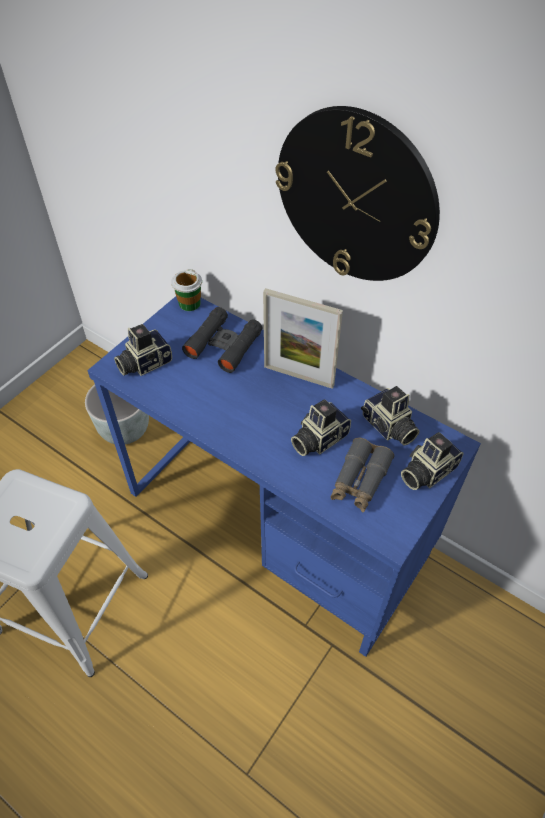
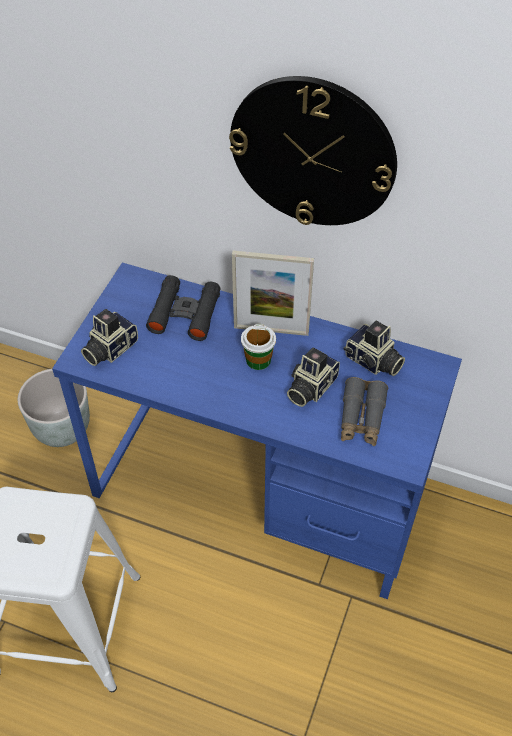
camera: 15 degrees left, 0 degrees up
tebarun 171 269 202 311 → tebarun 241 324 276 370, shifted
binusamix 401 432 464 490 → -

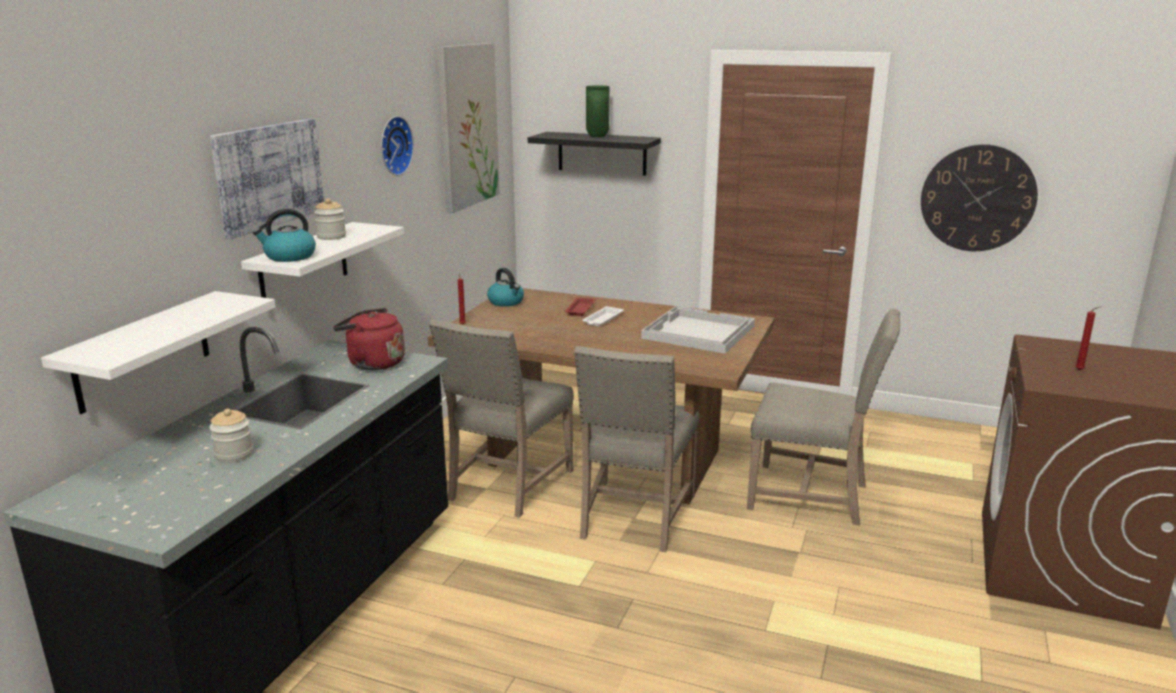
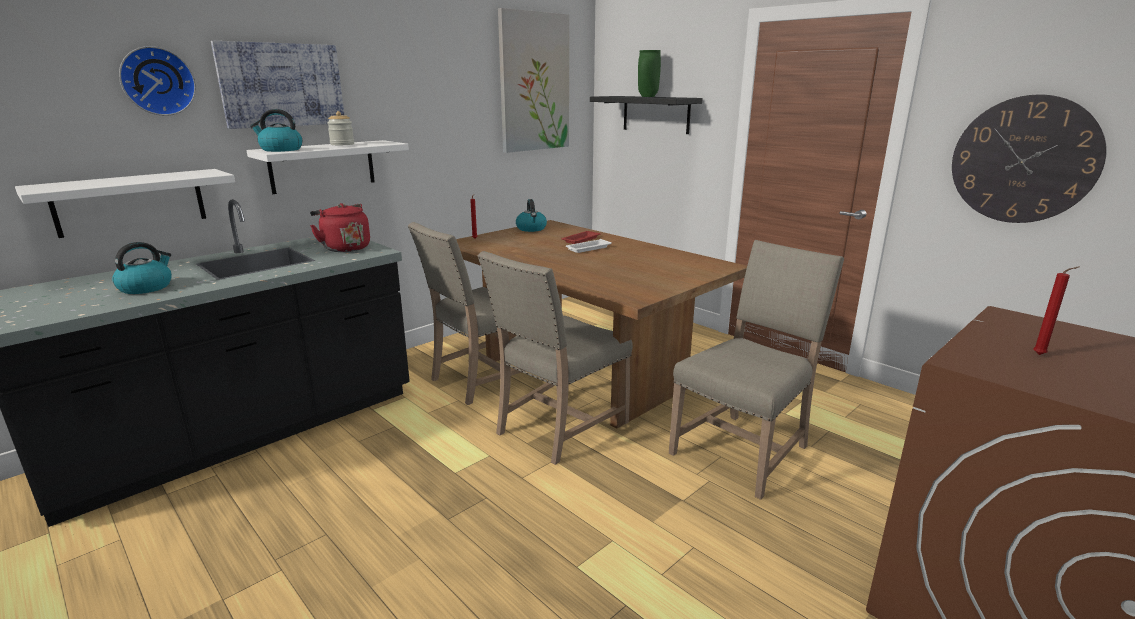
camera: 25 degrees right, 0 degrees up
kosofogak 209 409 253 462 → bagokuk 112 242 172 294
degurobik 381 116 414 176 → degurobik 119 46 196 116, shifted
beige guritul 747 308 900 526 → beige guritul 669 240 844 500, 90 degrees counterclockwise
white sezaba 641 306 755 353 → -

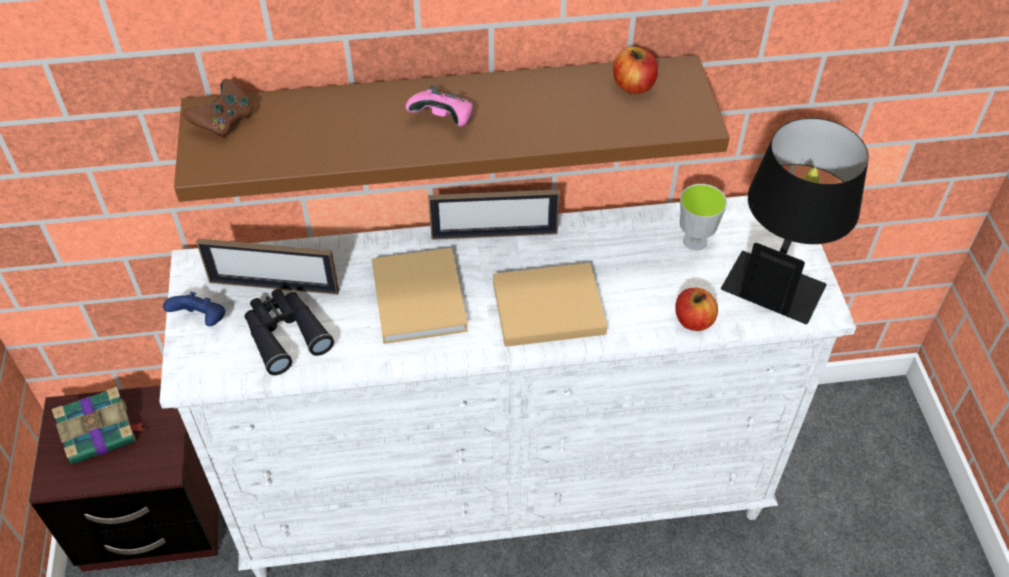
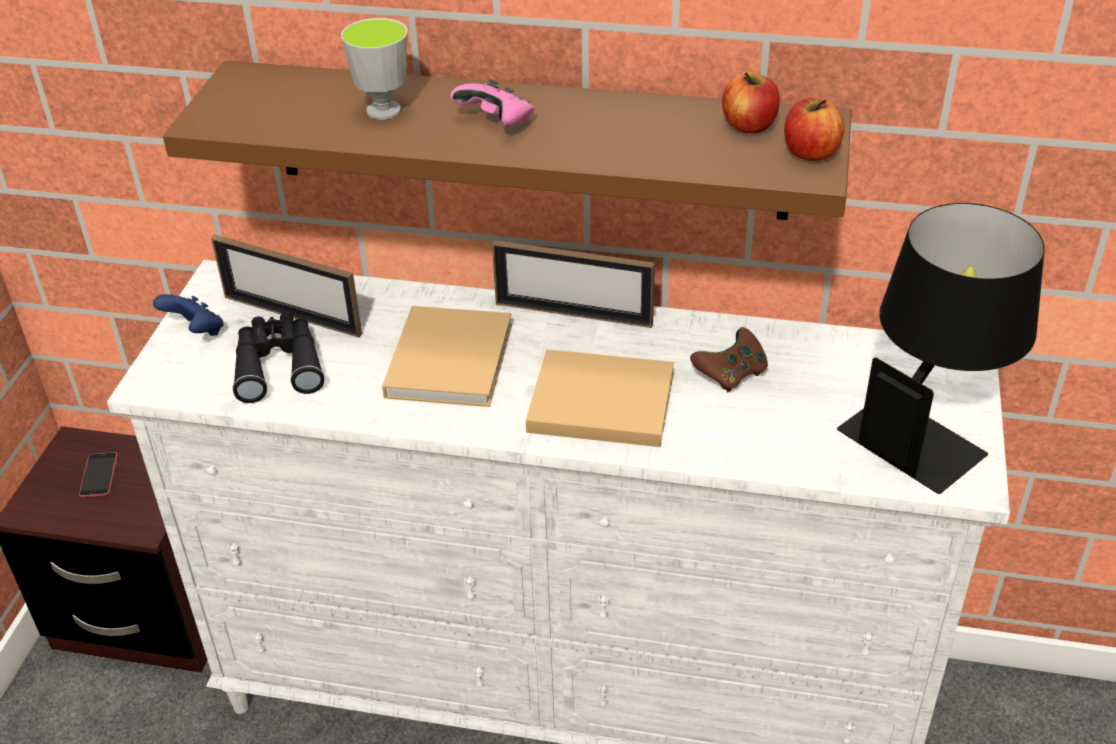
camera: 20 degrees right, 10 degrees down
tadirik 52 387 146 464 → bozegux 79 452 118 497
tebarun 680 184 727 250 → tebarun 341 18 408 120, shifted
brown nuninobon 183 79 253 138 → brown nuninobon 690 327 768 392, shifted
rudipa 675 288 718 331 → rudipa 784 98 844 161, shifted

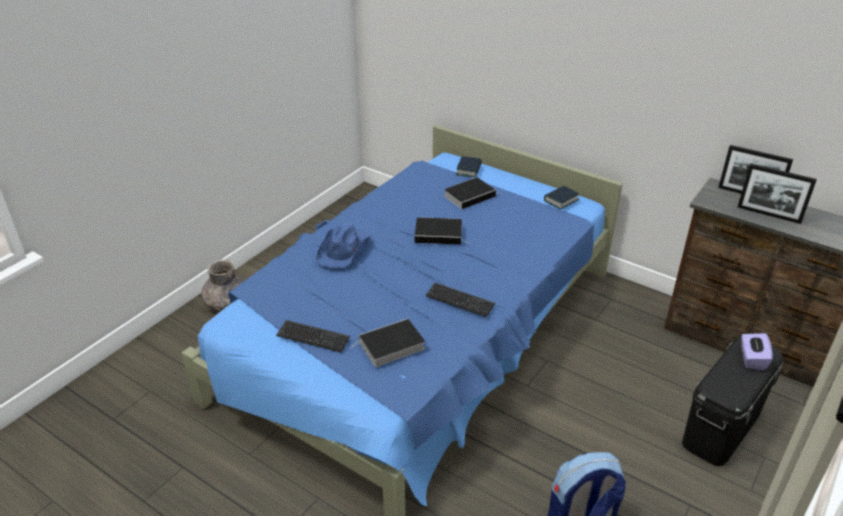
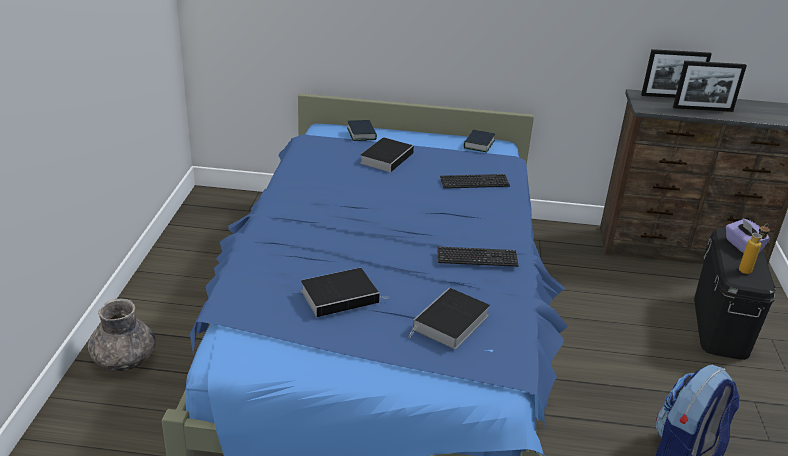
camera: 30 degrees left, 5 degrees down
tadirik 415 217 470 245 → tadirik 301 268 382 317, shifted
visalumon 276 320 350 353 → visalumon 440 174 510 189, shifted
- → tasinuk 739 223 770 274
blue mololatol 315 223 371 267 → -

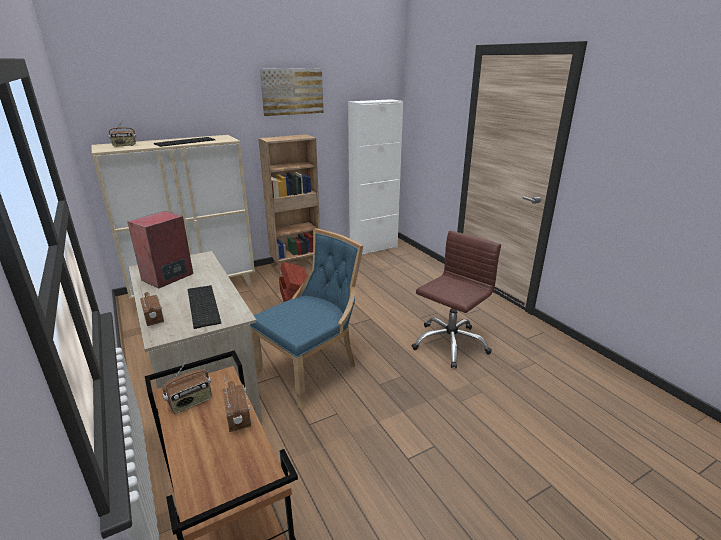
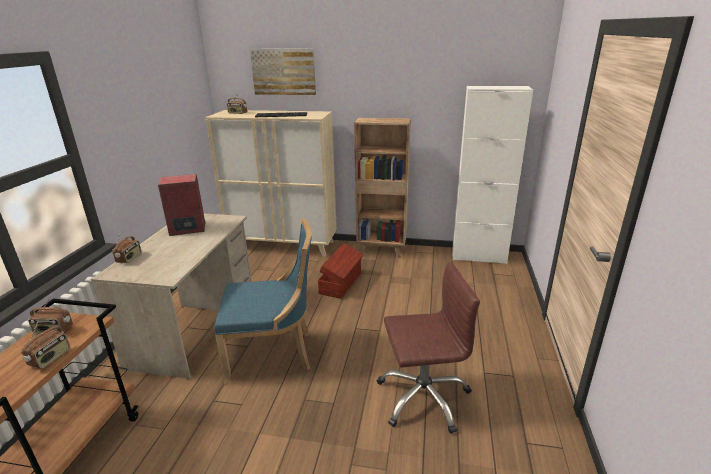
camera: 40 degrees right, 0 degrees up
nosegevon 260 68 323 116 → nosegevon 250 48 316 95, shifted
visalumon 188 285 221 329 → -

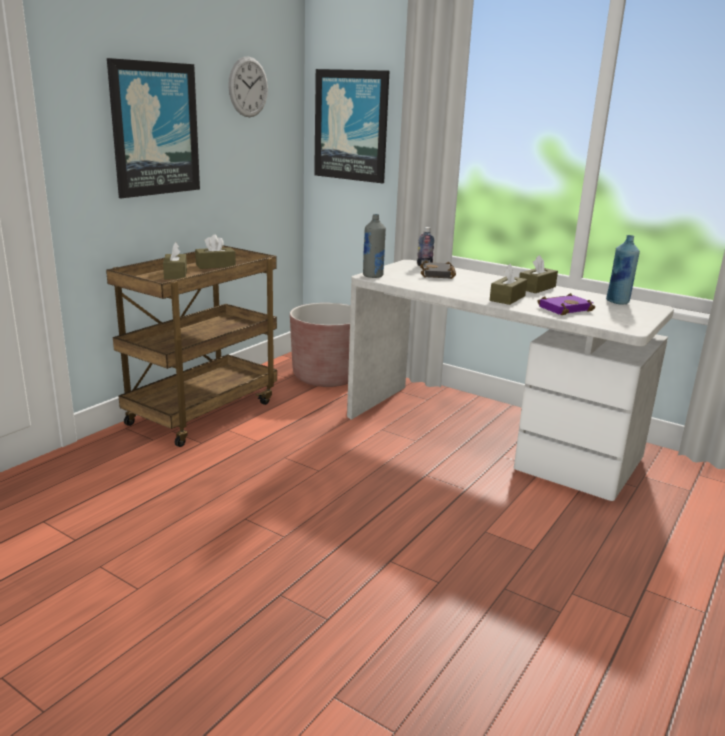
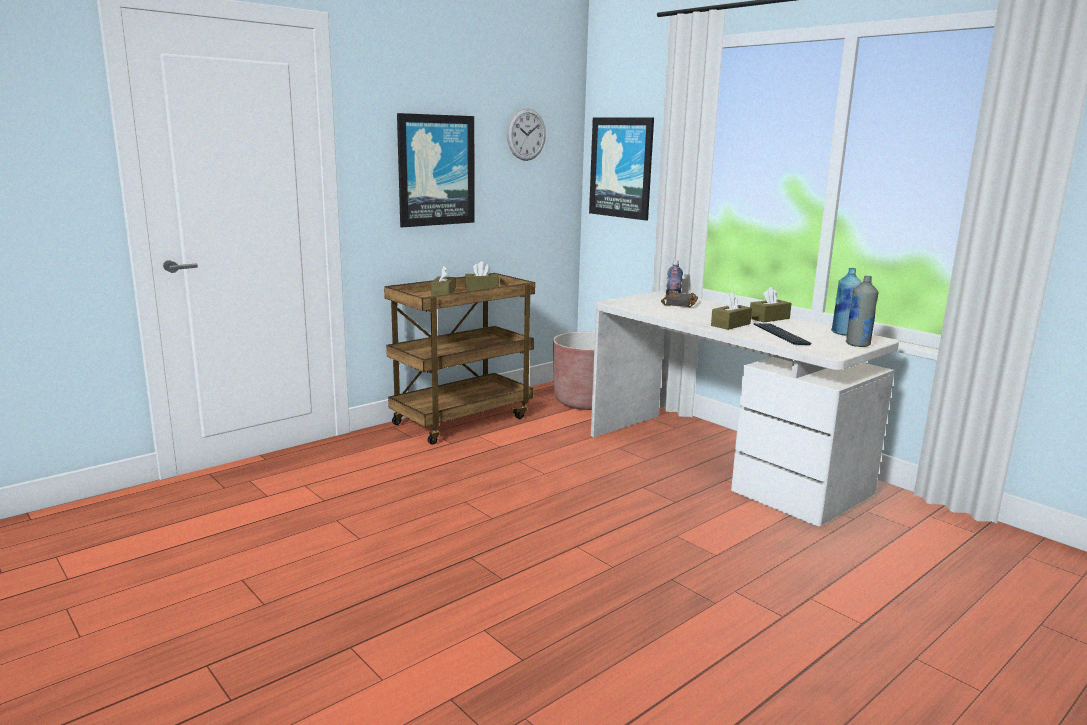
camera: 15 degrees right, 5 degrees down
purple tadirik 538 293 595 315 → visalumon 754 323 811 345
grey tasinuk 363 214 386 278 → grey tasinuk 846 276 878 347, shifted

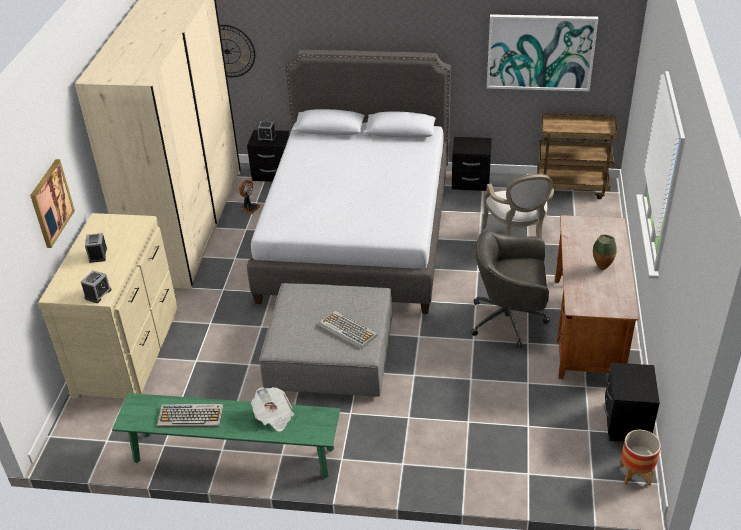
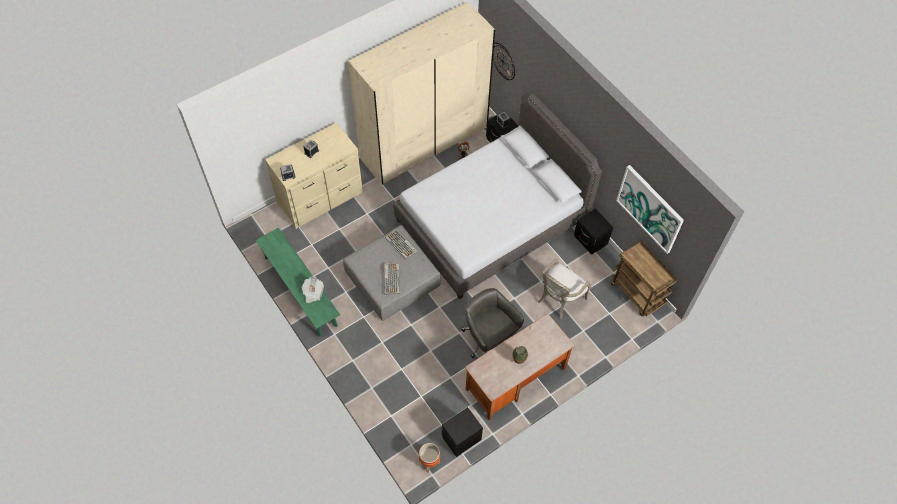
camera: 45 degrees right, 20 degrees up
visalumon 157 404 223 428 → visalumon 385 229 417 259, shifted
nosegevon 30 159 75 248 → -

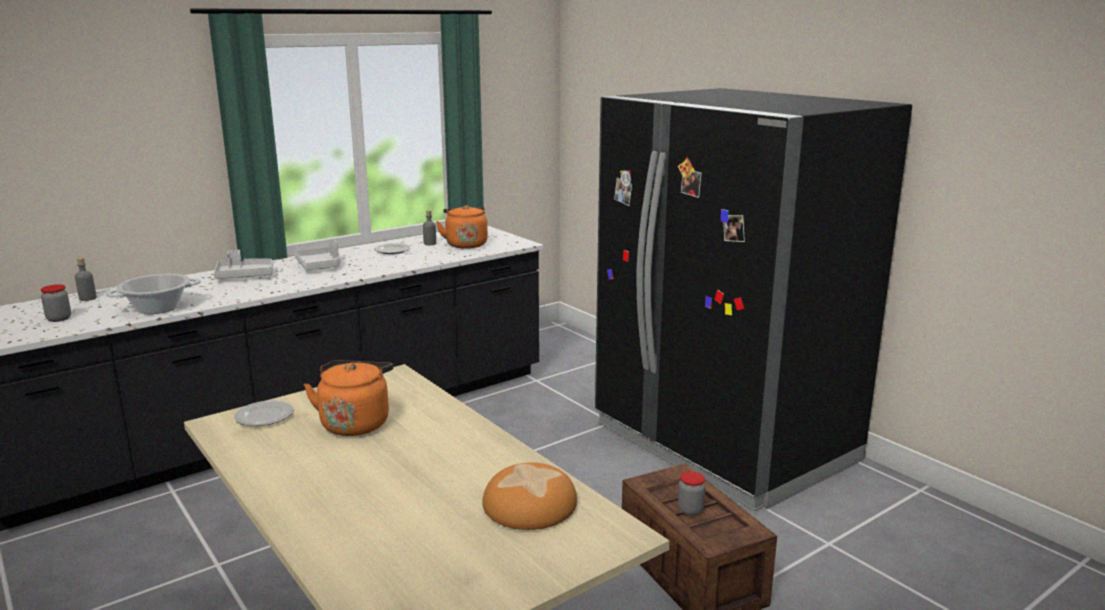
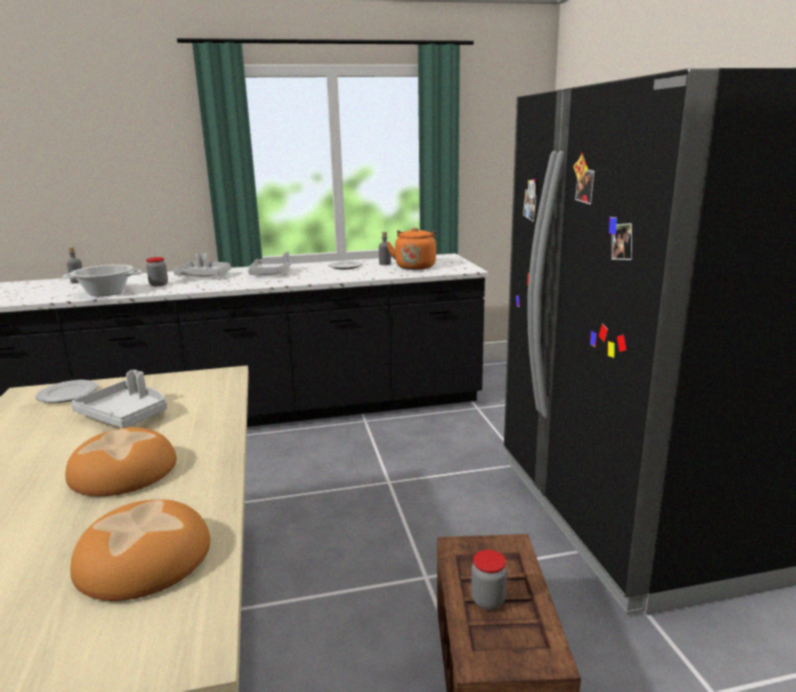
camera: 25 degrees right, 0 degrees up
- → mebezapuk 65 427 176 496
orange bagokuk 304 360 394 436 → grey sezaba 71 370 167 428
kosofogak 40 284 71 322 → kosofogak 146 257 168 286, shifted

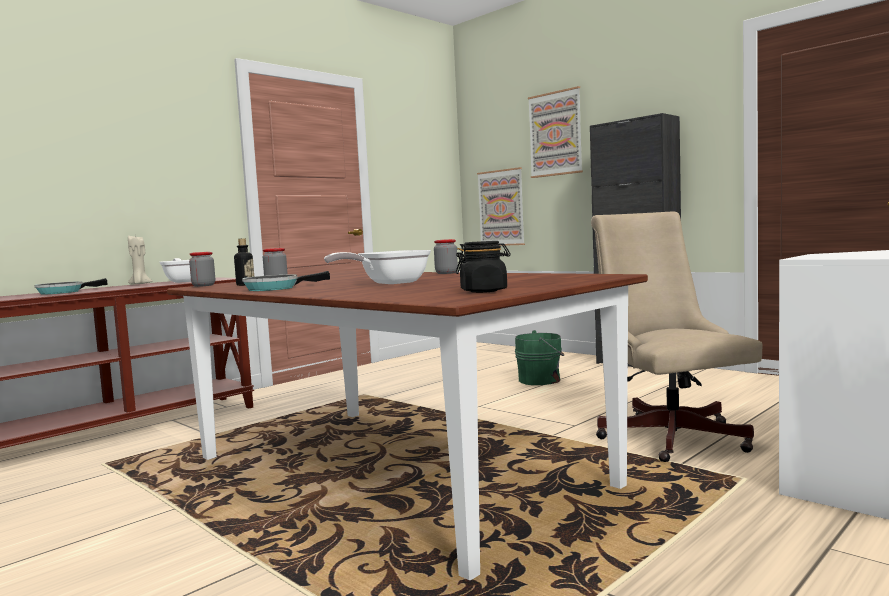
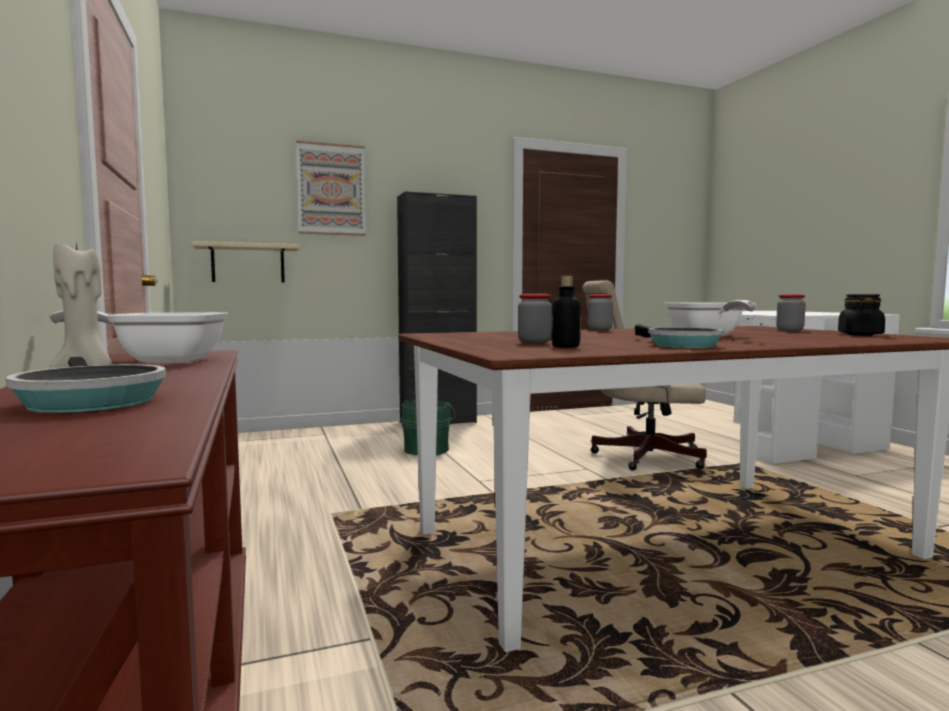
camera: 65 degrees left, 0 degrees up
nosegevon 477 167 525 246 → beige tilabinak 191 241 300 282
kosofogak 189 252 215 287 → kosofogak 776 294 806 332, shifted

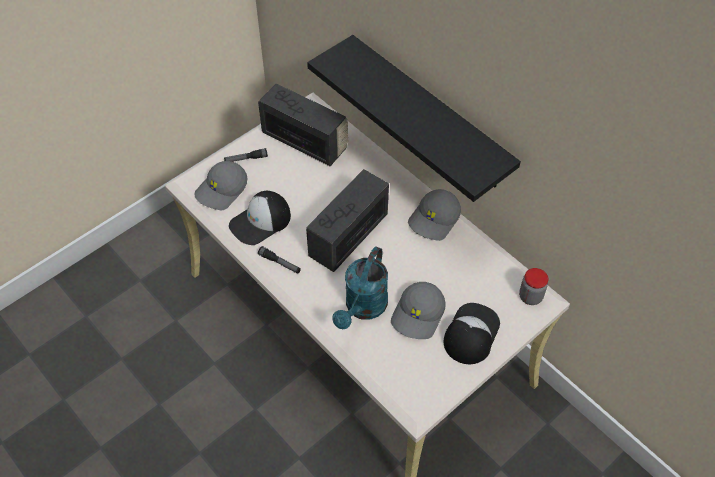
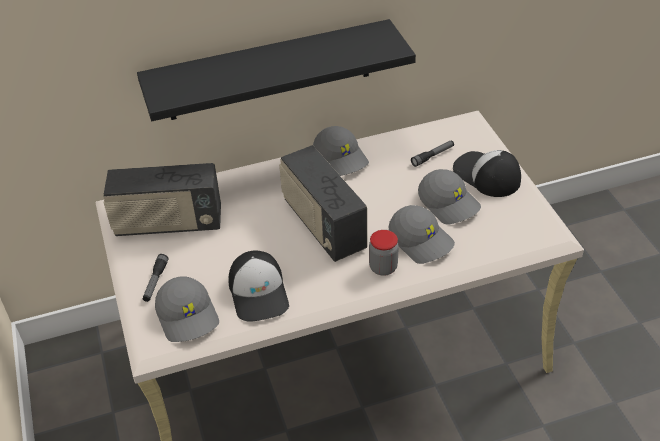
camera: 65 degrees left, 10 degrees down
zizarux 258 84 348 166 → zizarux 103 163 221 236, 150 degrees counterclockwise
kosofogak 519 268 548 305 → kosofogak 369 230 399 276, shifted
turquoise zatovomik 332 247 388 329 → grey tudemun 388 205 455 264
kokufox 258 246 301 274 → kokufox 411 140 454 167, shifted

